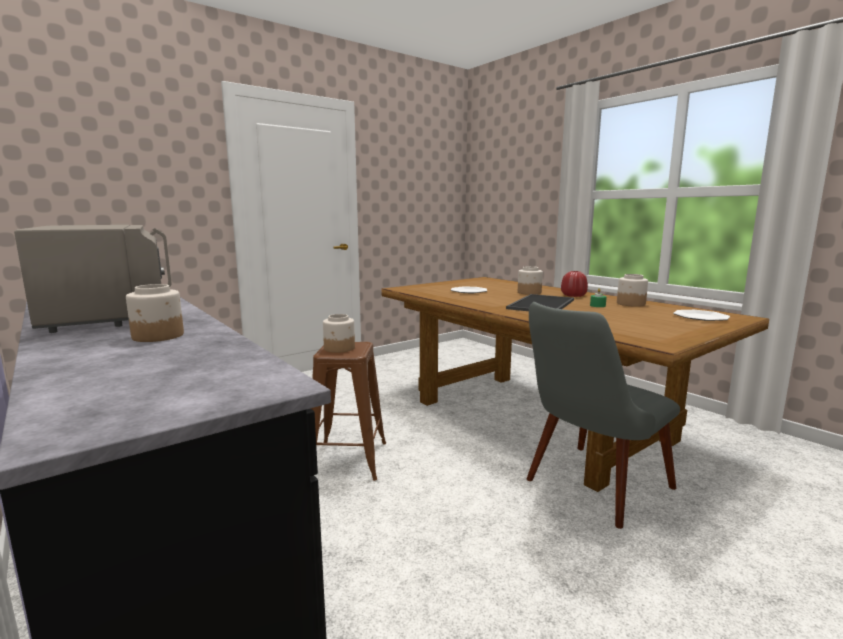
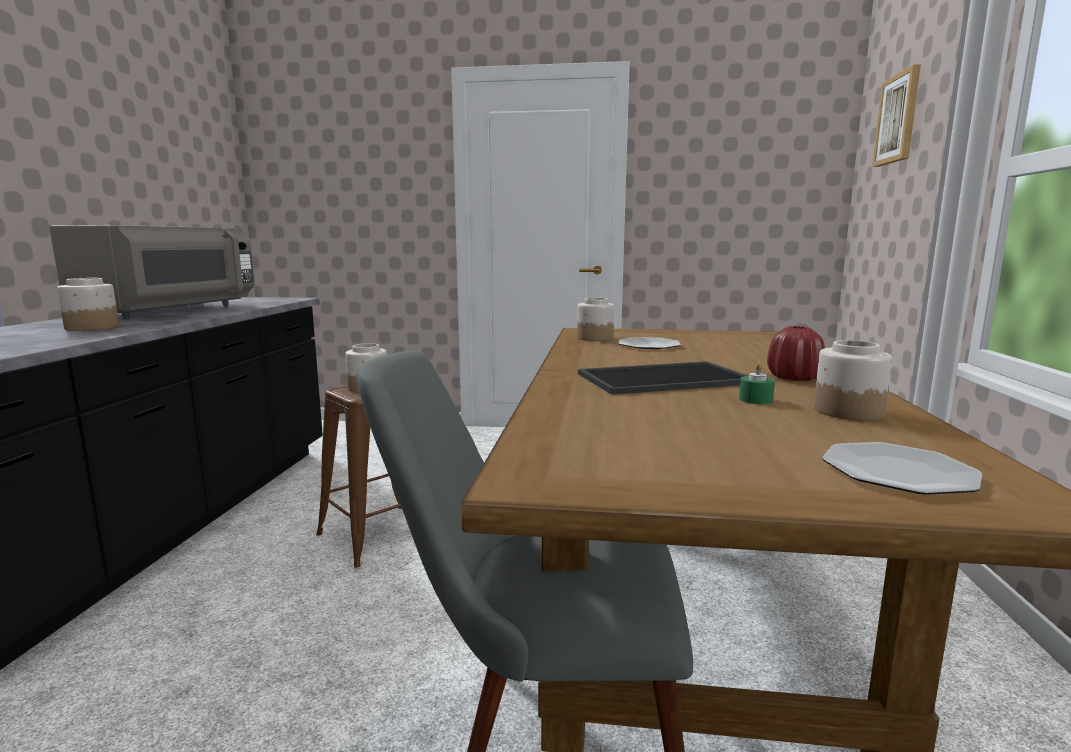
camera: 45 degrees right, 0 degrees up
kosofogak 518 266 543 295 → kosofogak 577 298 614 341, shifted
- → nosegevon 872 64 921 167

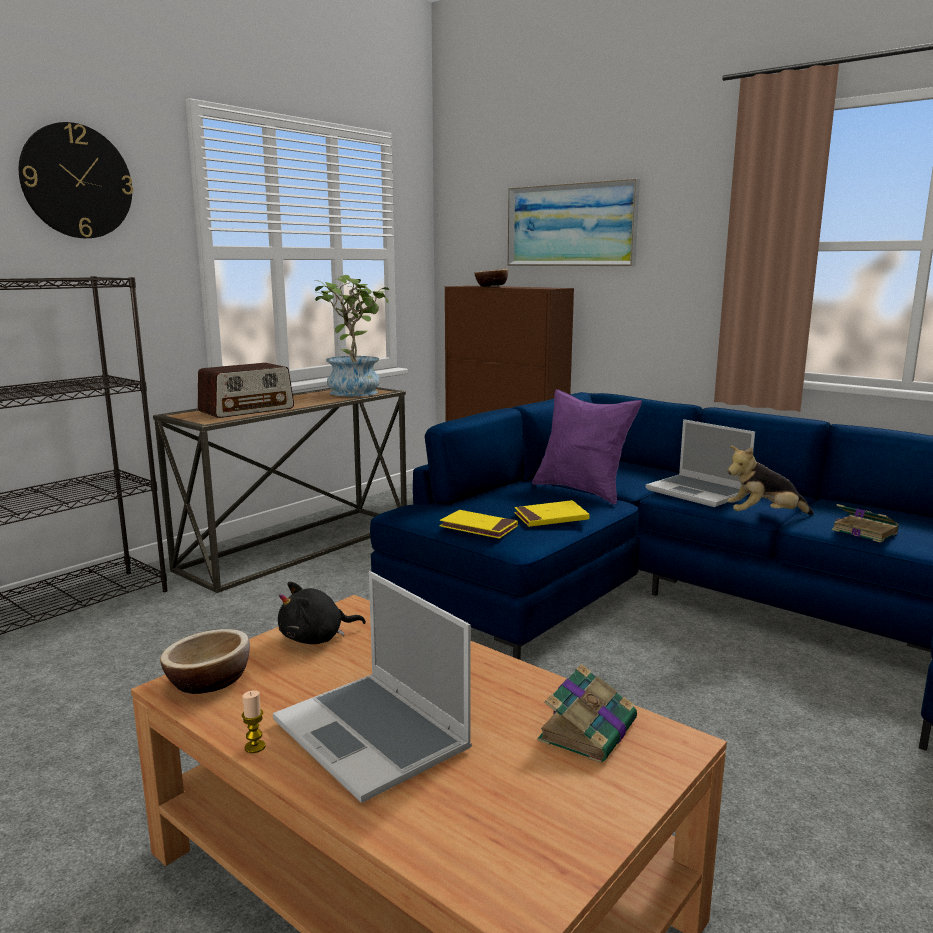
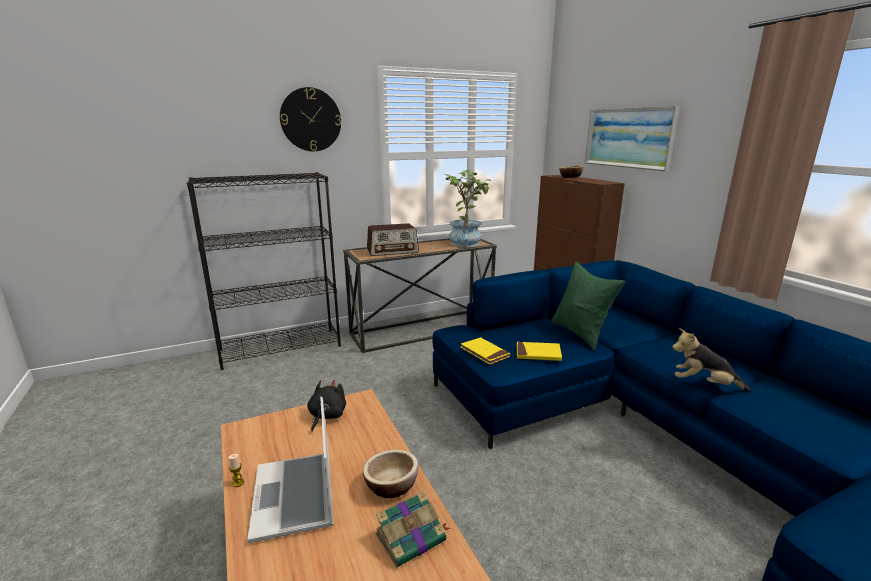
camera: 25 degrees right, 5 degrees up
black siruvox 278 582 366 644 → black siruvox 307 380 346 432, 105 degrees clockwise
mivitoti 160 629 250 694 → mivitoti 363 449 418 498, shifted
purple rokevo 532 389 642 504 → green rokevo 551 262 625 350
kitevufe 646 419 755 507 → -
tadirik 832 504 899 543 → -

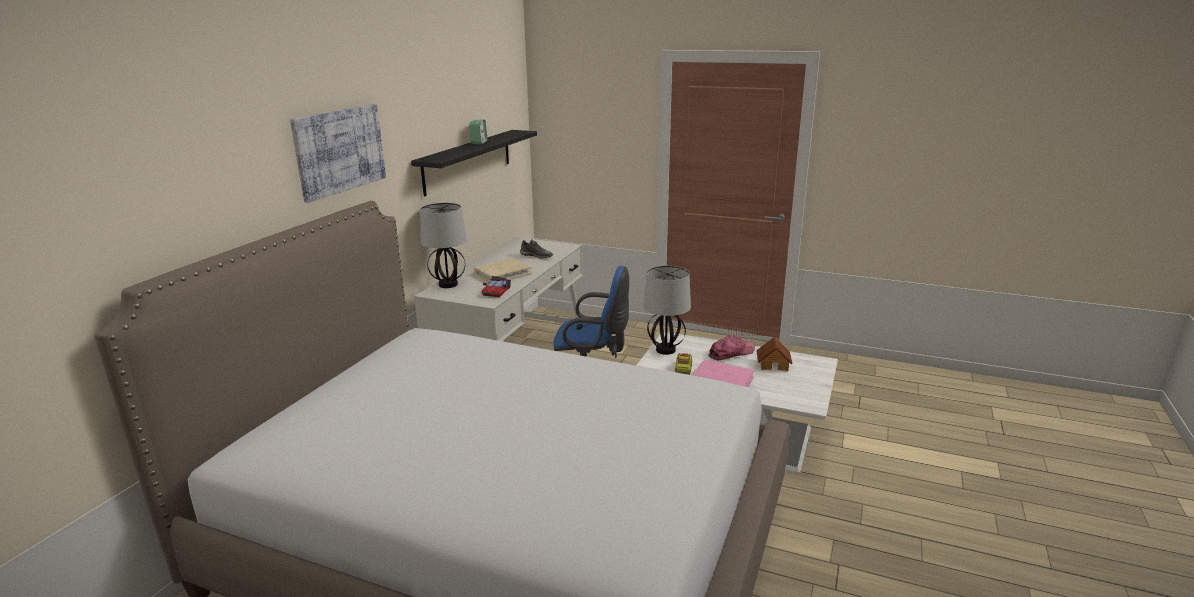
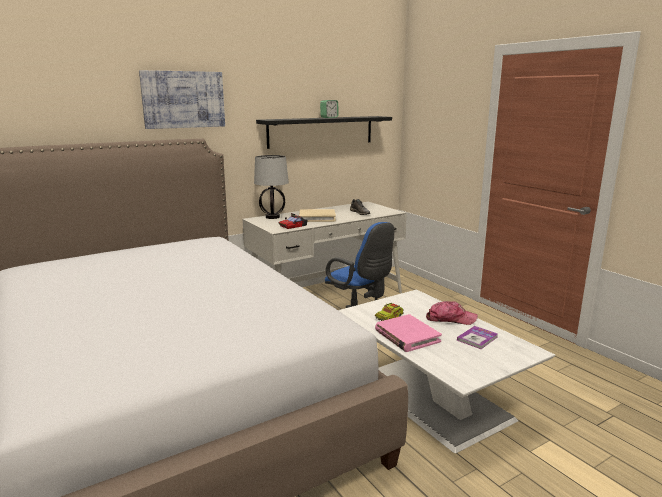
camera: 35 degrees right, 5 degrees down
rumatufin 756 336 793 371 → tadirik 457 326 498 349
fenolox 643 266 691 355 → -

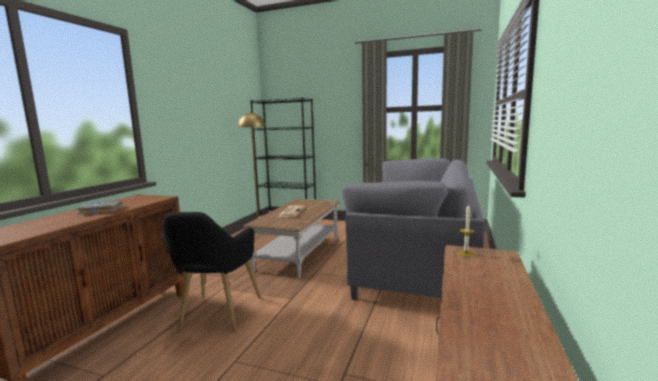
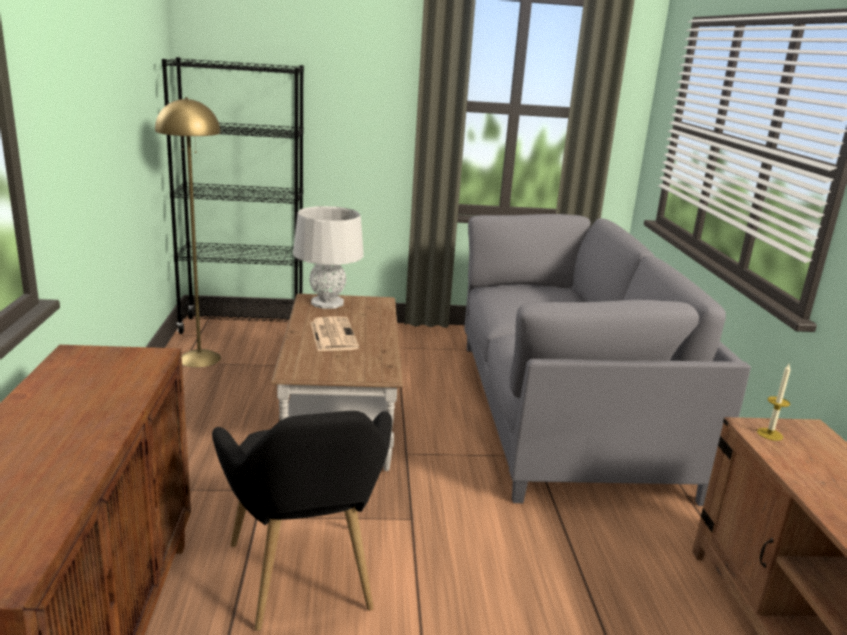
camera: 25 degrees left, 10 degrees up
- → grey fenolox 293 206 364 309
grey tadirik 76 201 123 214 → -

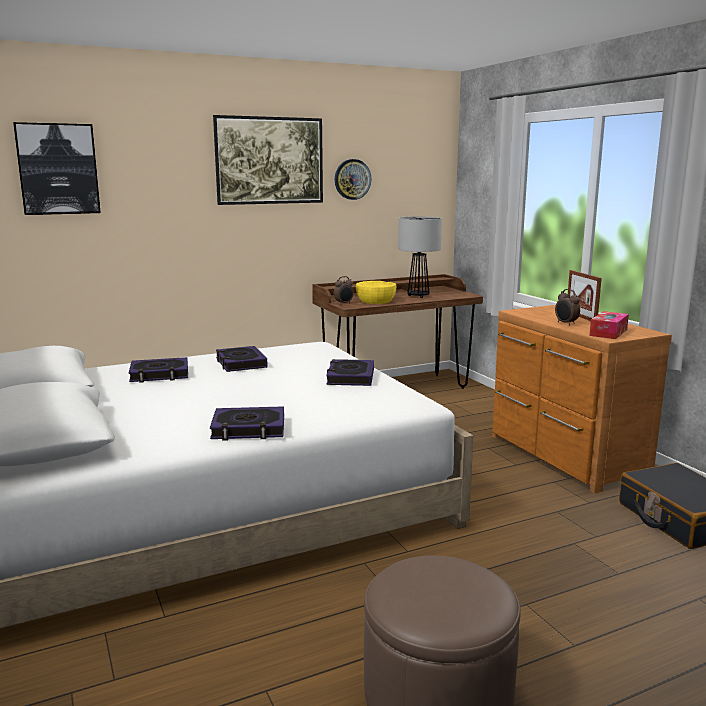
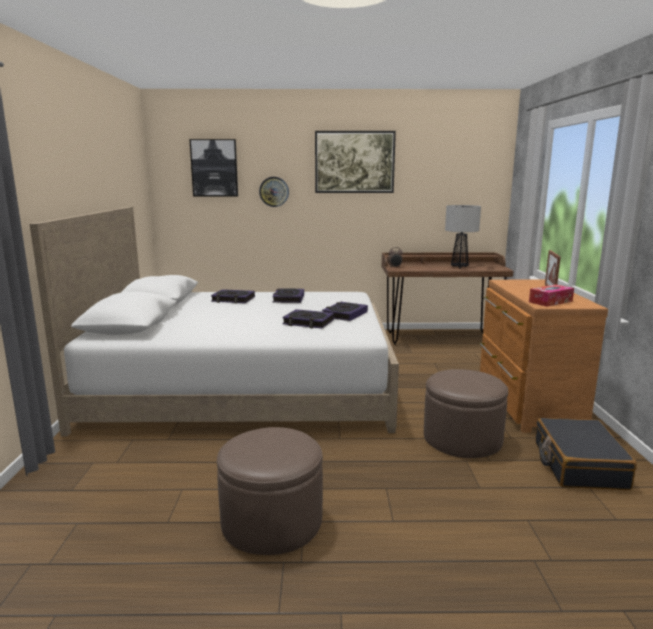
camera: 25 degrees right, 0 degrees up
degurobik 335 159 371 200 → degurobik 259 177 289 207, shifted
tadirik 210 406 284 441 → tadirik 282 309 334 329, shifted
- → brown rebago 424 369 508 458
yellow mivitoti 356 281 396 304 → -
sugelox 555 289 580 325 → -

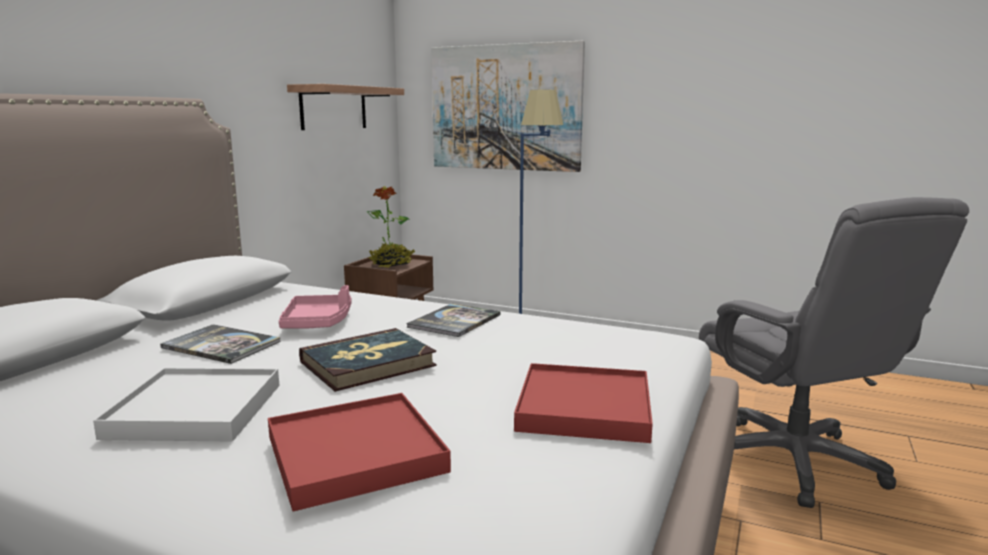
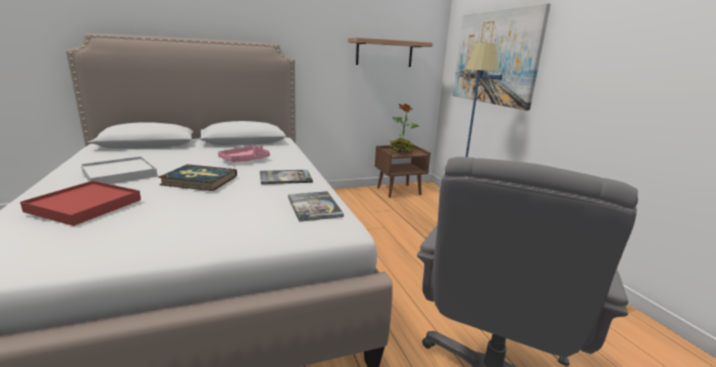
camera: 45 degrees right, 5 degrees up
tadirik 160 324 281 364 → tadirik 288 191 344 222, shifted
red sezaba 514 363 653 443 → -

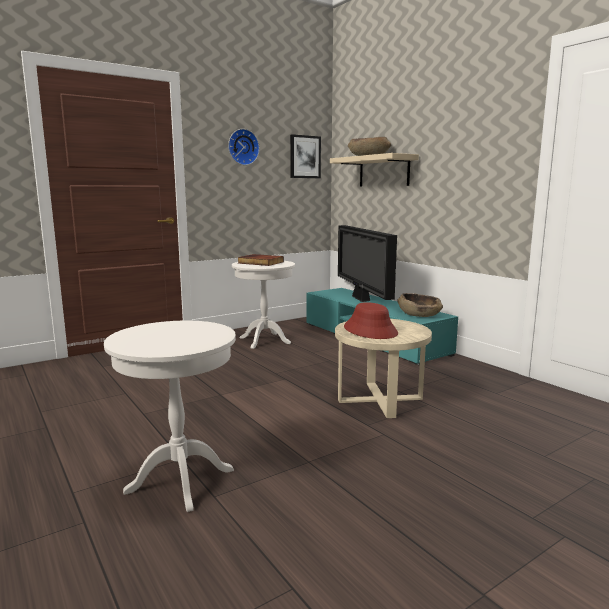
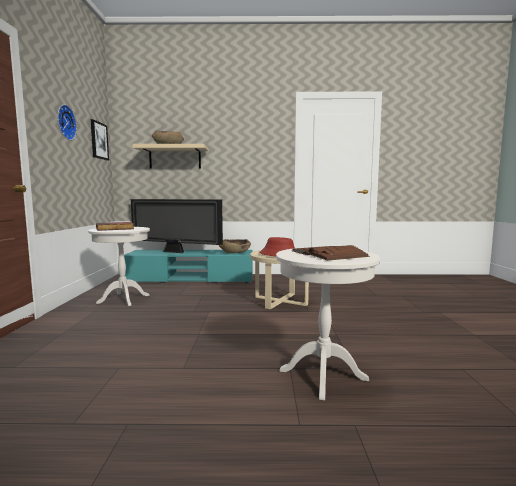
camera: 55 degrees left, 5 degrees down
- → brown tadirik 292 245 370 261

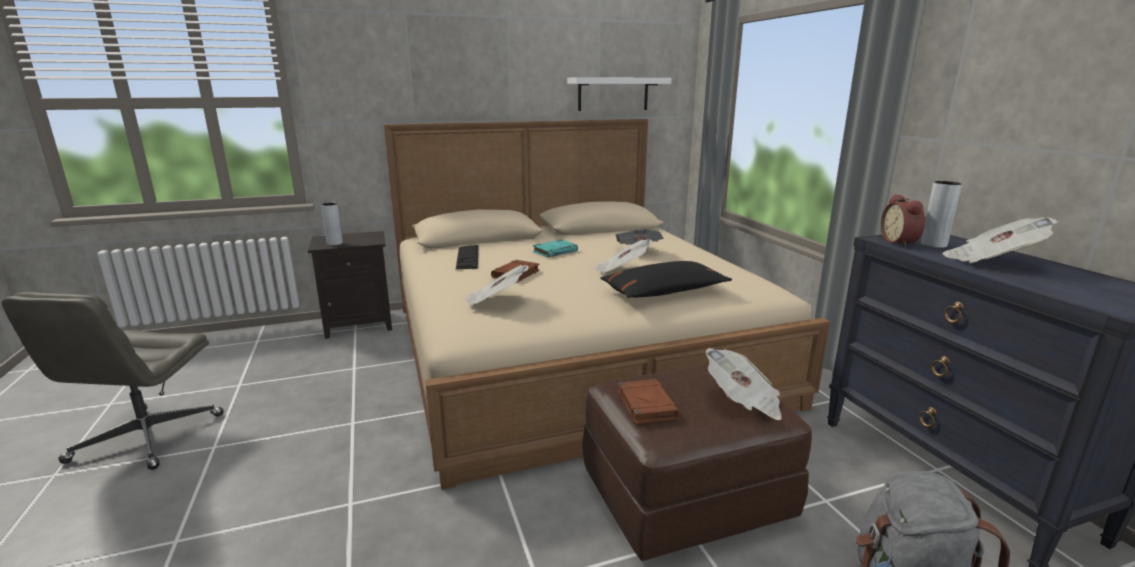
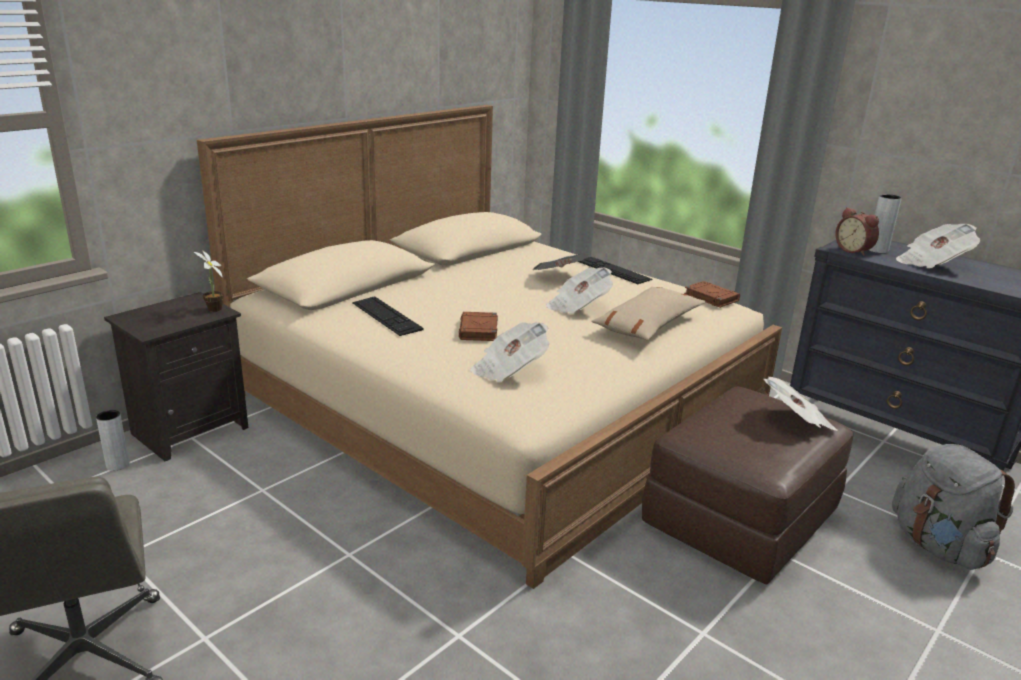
camera: 30 degrees left, 5 degrees up
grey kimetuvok 321 203 343 246 → grey kimetuvok 96 410 129 471, shifted
- → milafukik 194 250 224 312
- → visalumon 578 257 653 284
black rokevo 600 261 732 298 → beige rokevo 591 287 706 340
brown tadirik 618 379 680 424 → brown tadirik 684 281 740 308, shifted
turquoise tadirik 532 240 578 258 → -
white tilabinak 567 77 672 111 → -

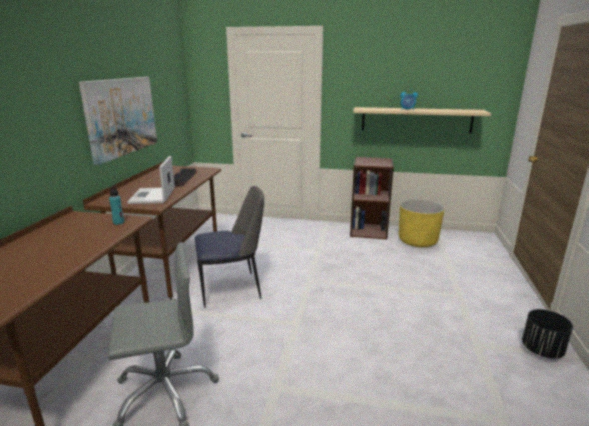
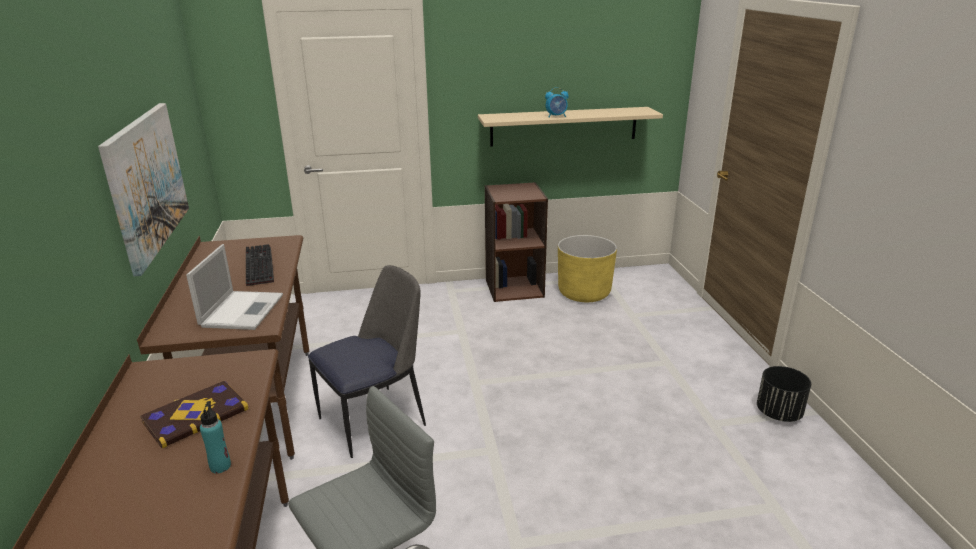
camera: 20 degrees left, 5 degrees up
- → tadirik 140 381 249 448
kitevufe 127 156 175 204 → kitevufe 186 244 283 330, 150 degrees counterclockwise
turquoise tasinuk 109 185 124 225 → turquoise tasinuk 200 401 231 473, shifted

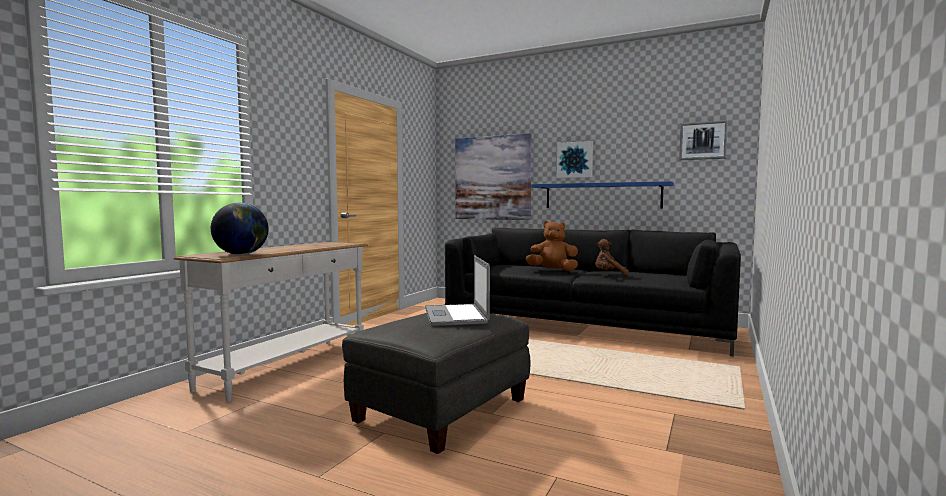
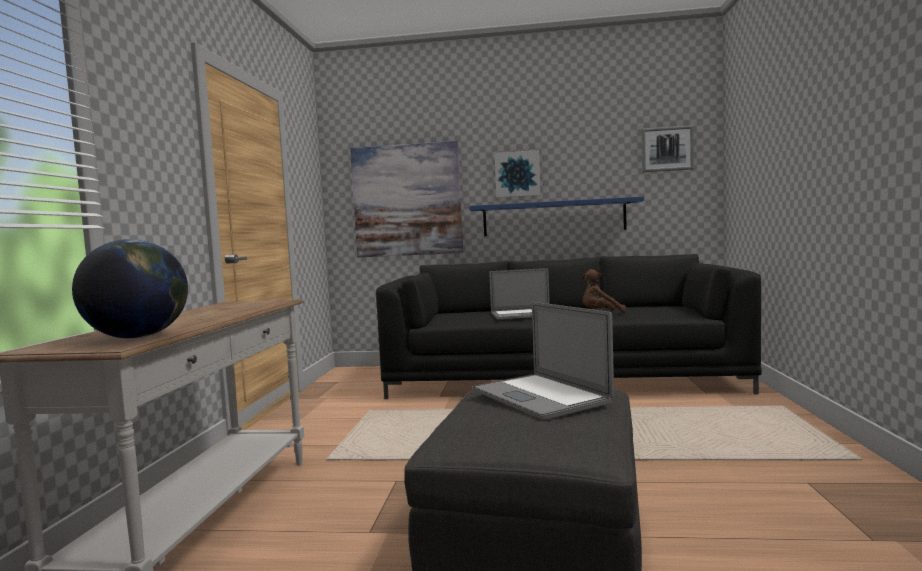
camera: 20 degrees left, 0 degrees up
brown siruvox 525 221 578 271 → kitevufe 490 268 550 319

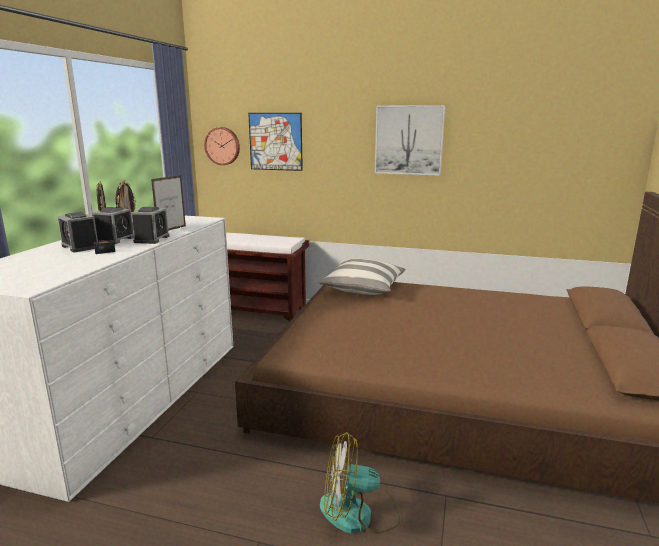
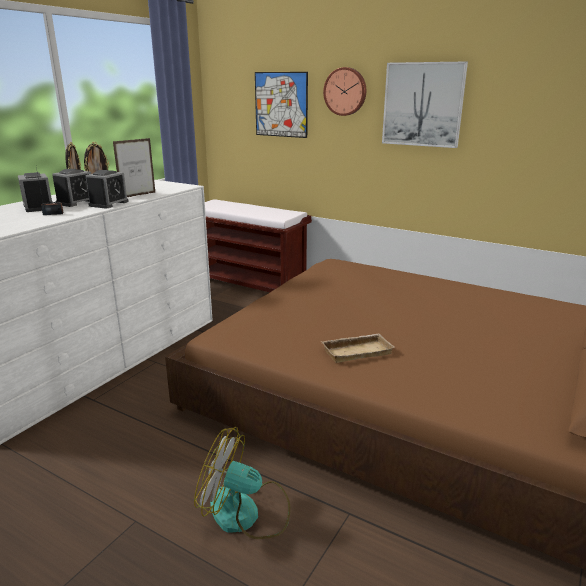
camera: 15 degrees right, 5 degrees up
- → beige sezaba 321 334 394 363
degurobik 204 127 240 165 → degurobik 323 67 366 116, shifted
rokevo 319 258 406 295 → -

